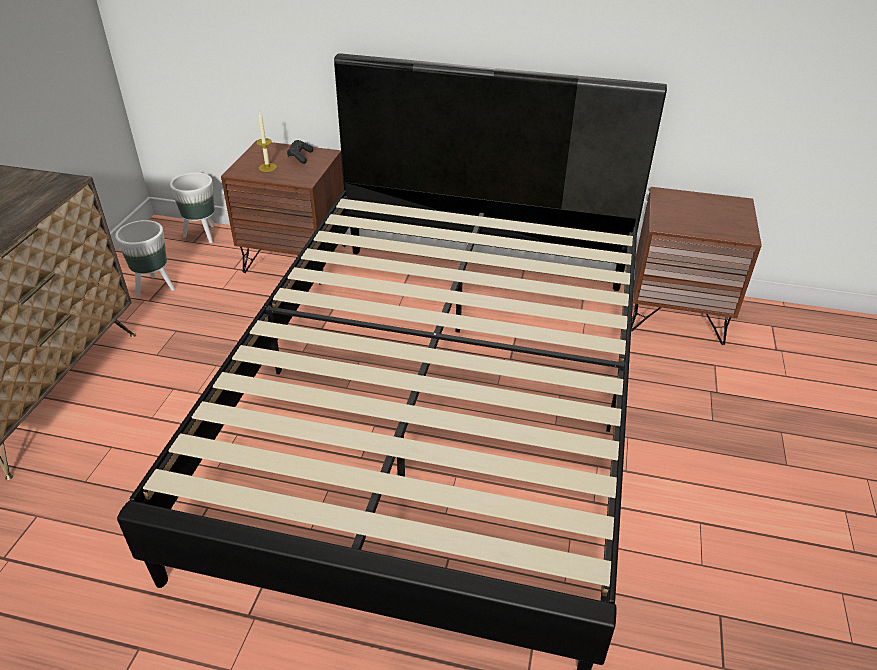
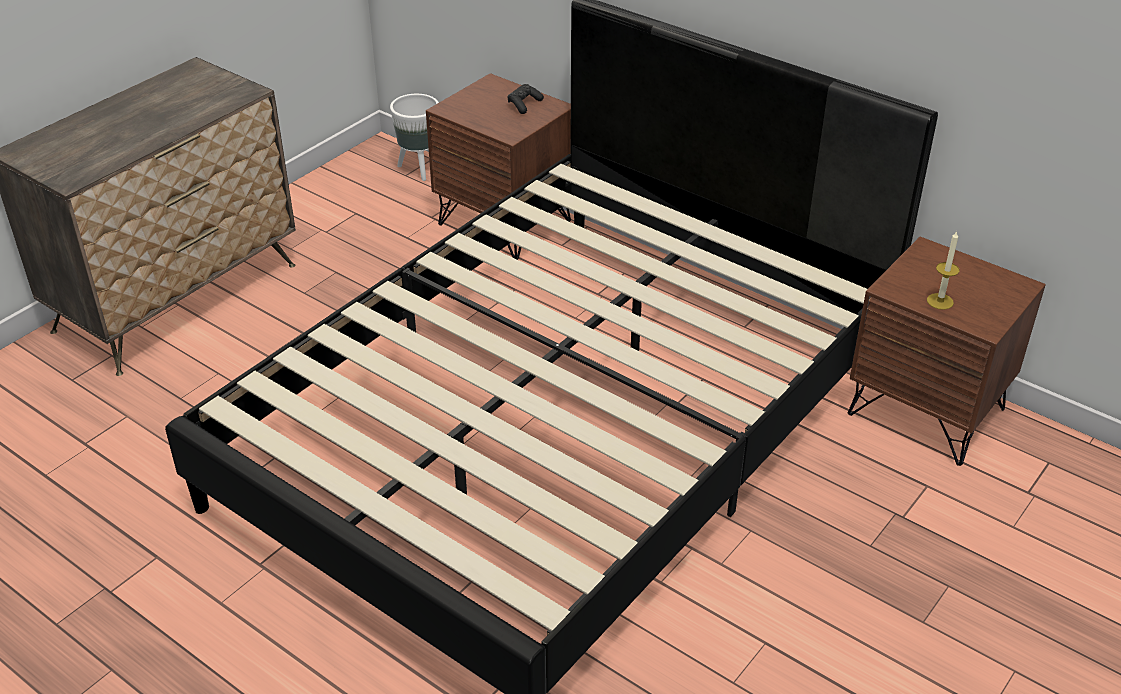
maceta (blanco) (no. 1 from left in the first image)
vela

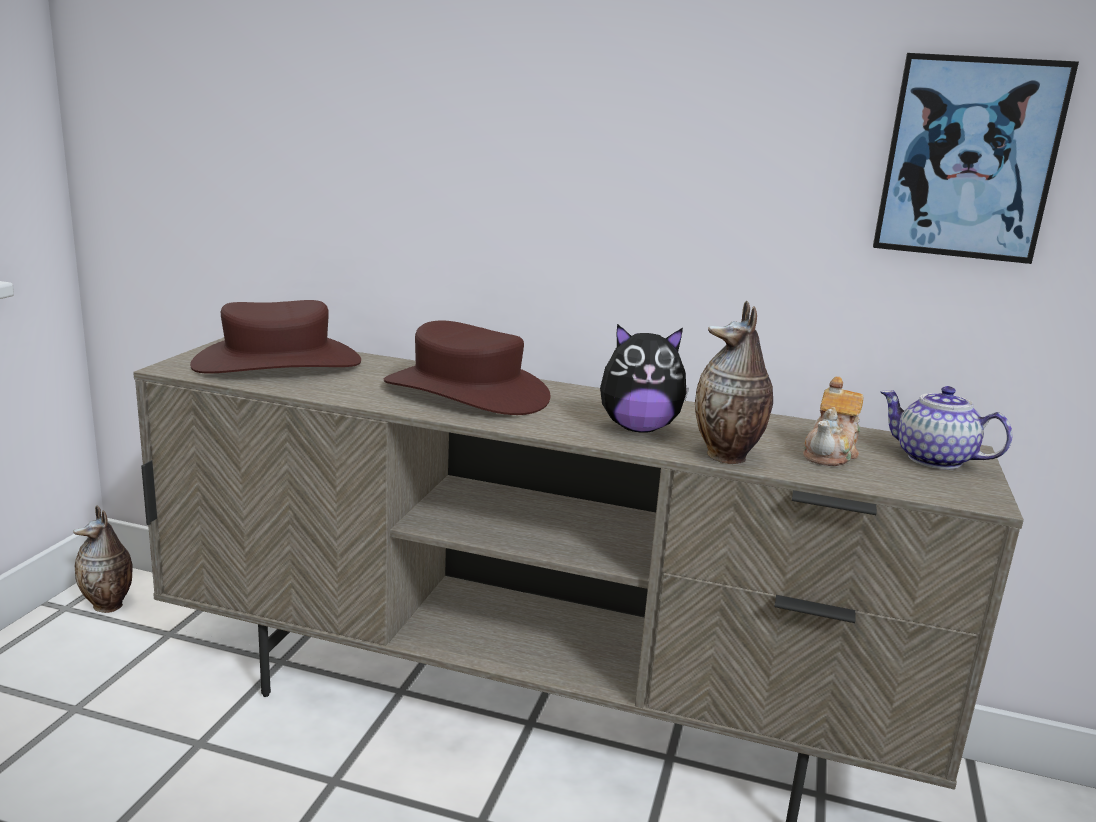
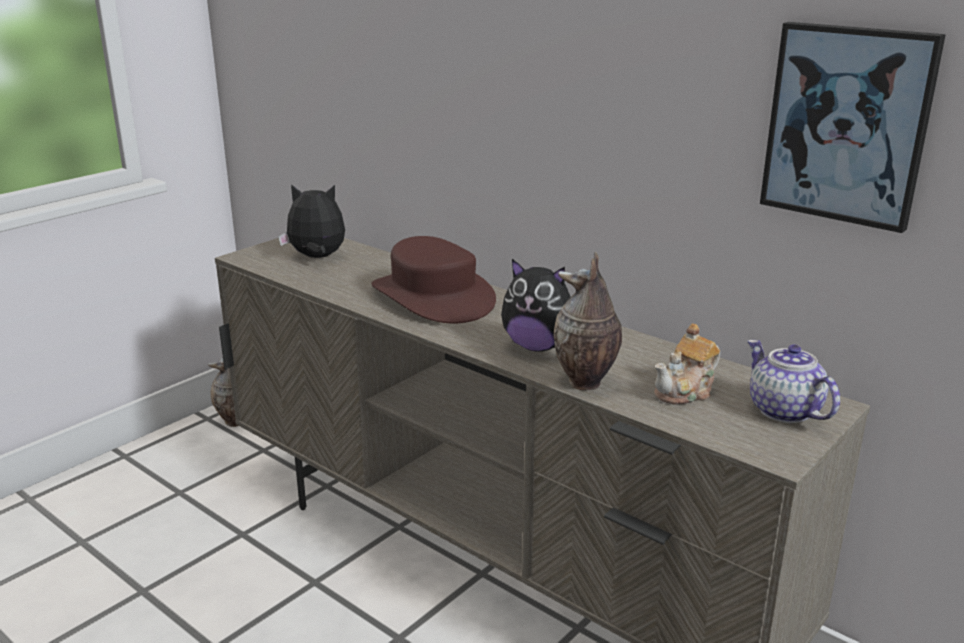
peluche (no. 1 from left)

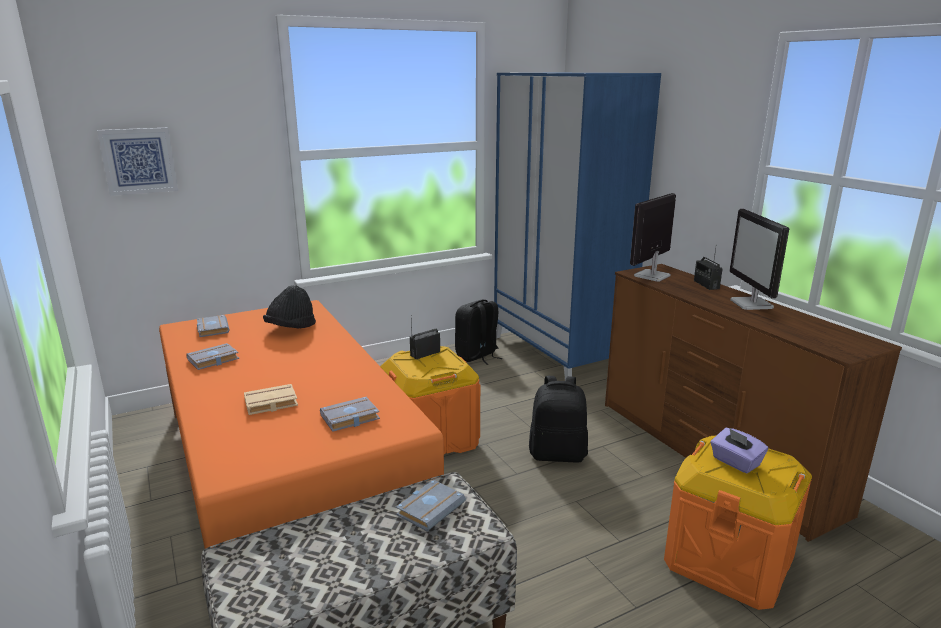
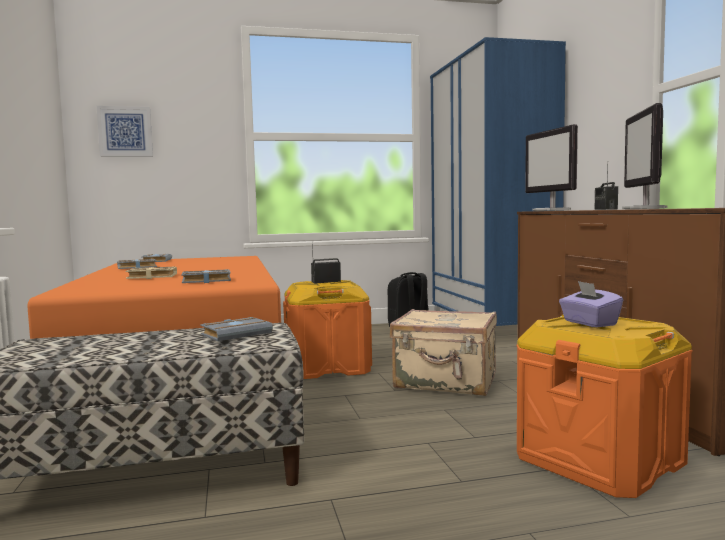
sombrero (negro)
maleta (beis)
monitor (no. 1 from left)

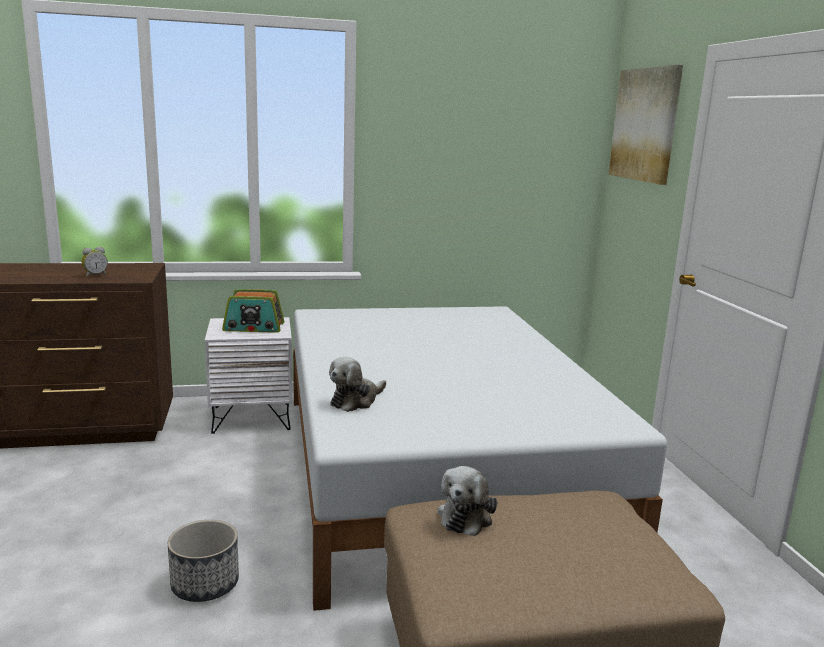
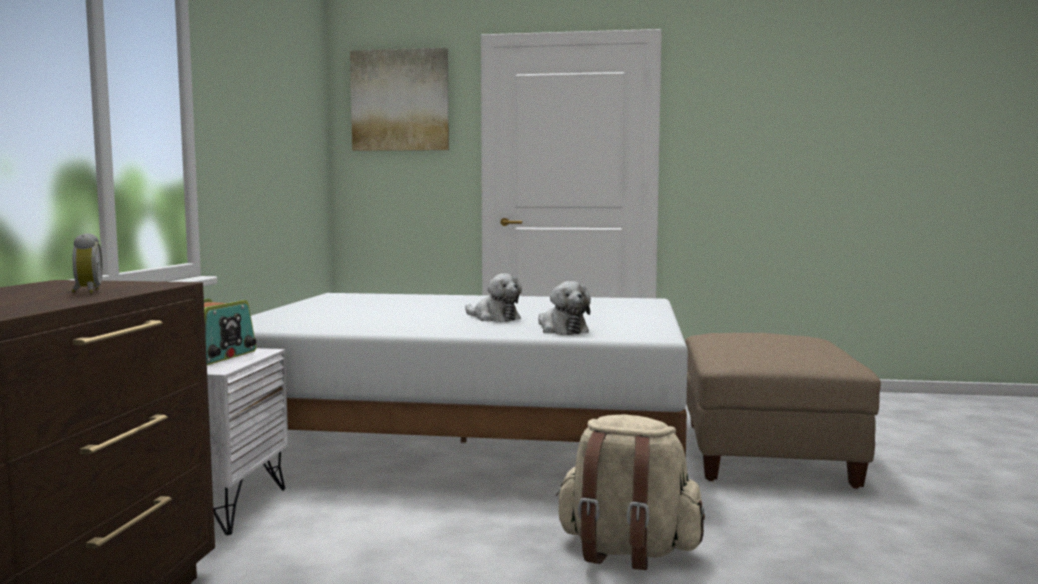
mochila (beis)
peluche (no. 1 from left)

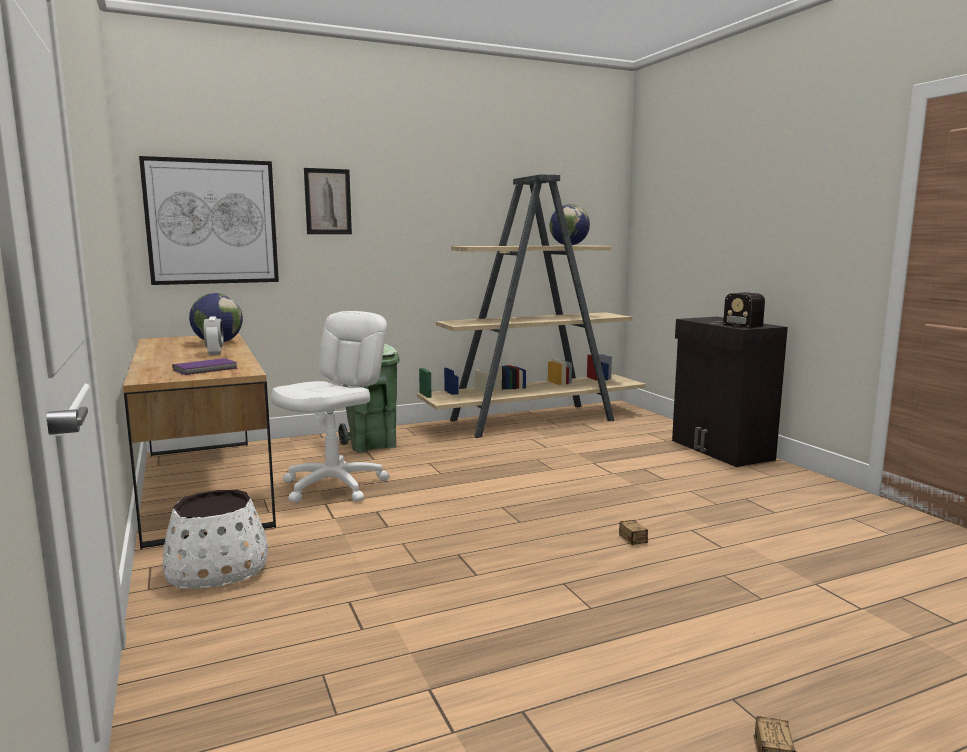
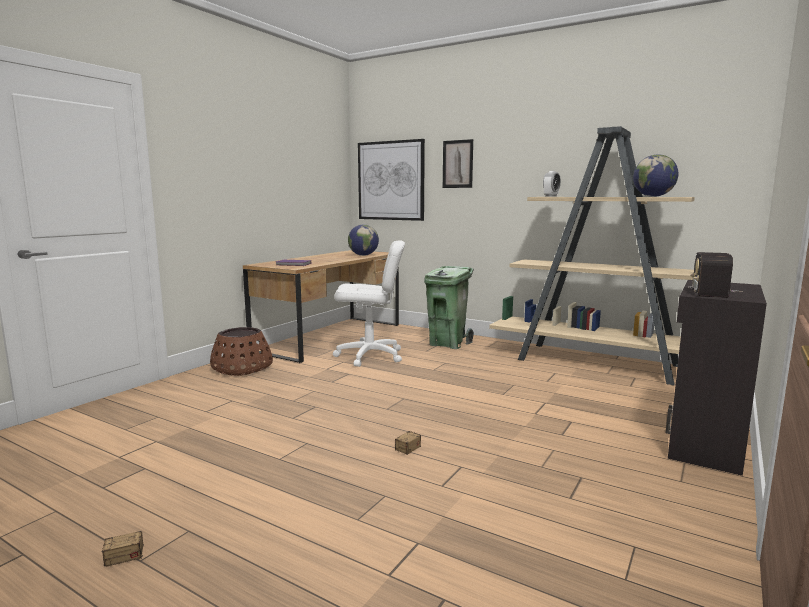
maceta (marrón)
despertador

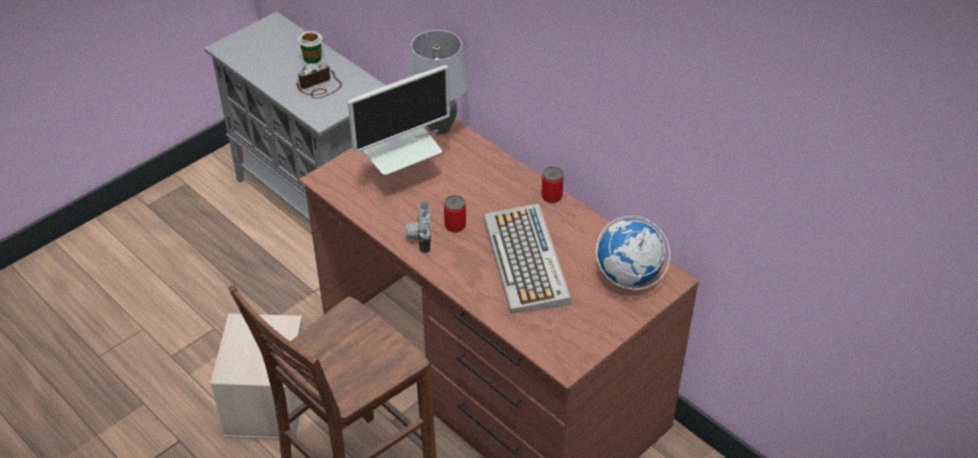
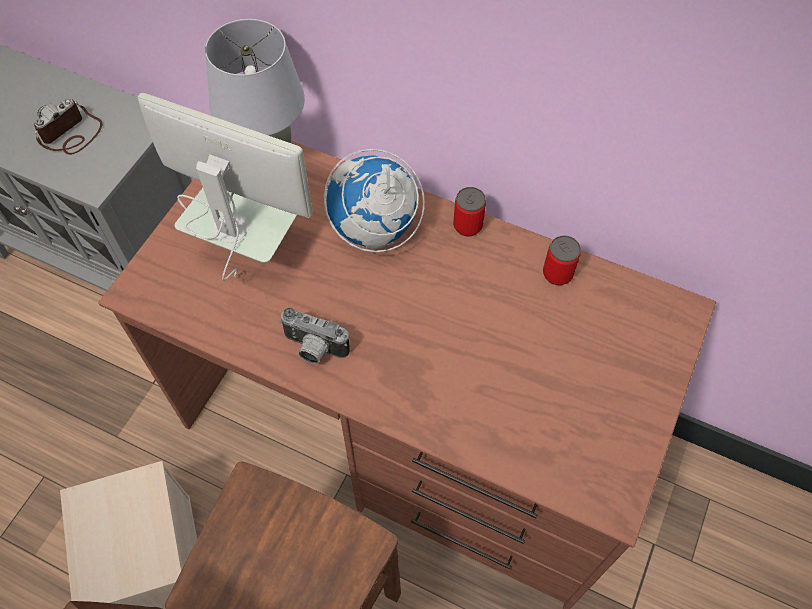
taza
monitor
cámara (no. 2 from left)
lata (no. 2 from left)
teclado
globo terráqueo

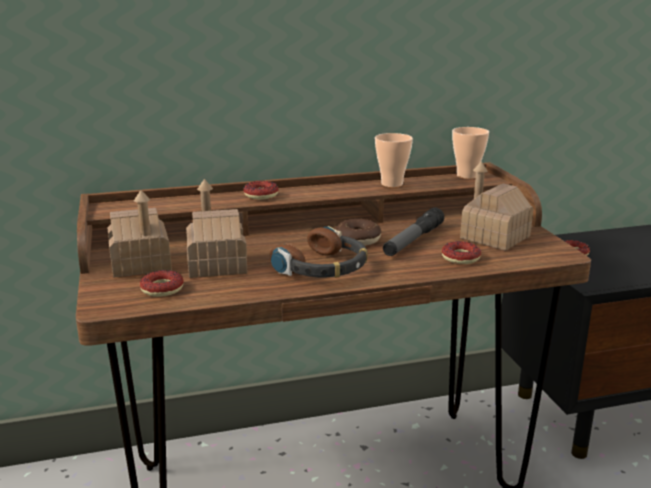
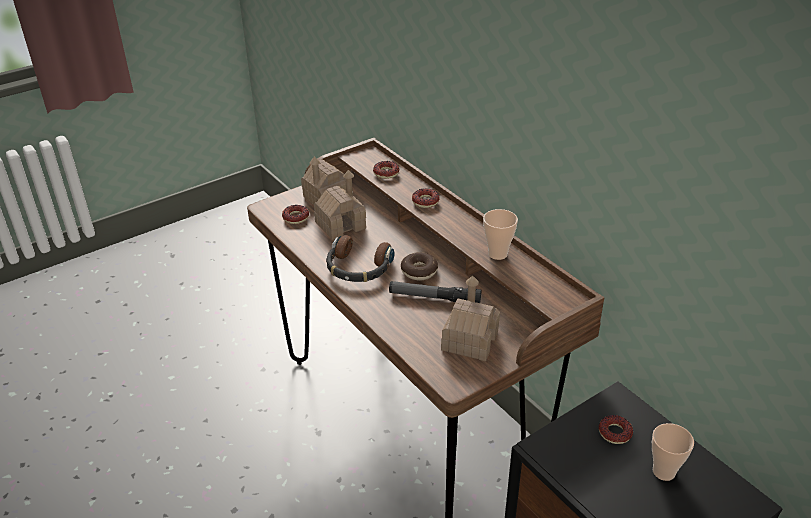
rosquilla (no. 2 from left)
taza (no. 2 from left)

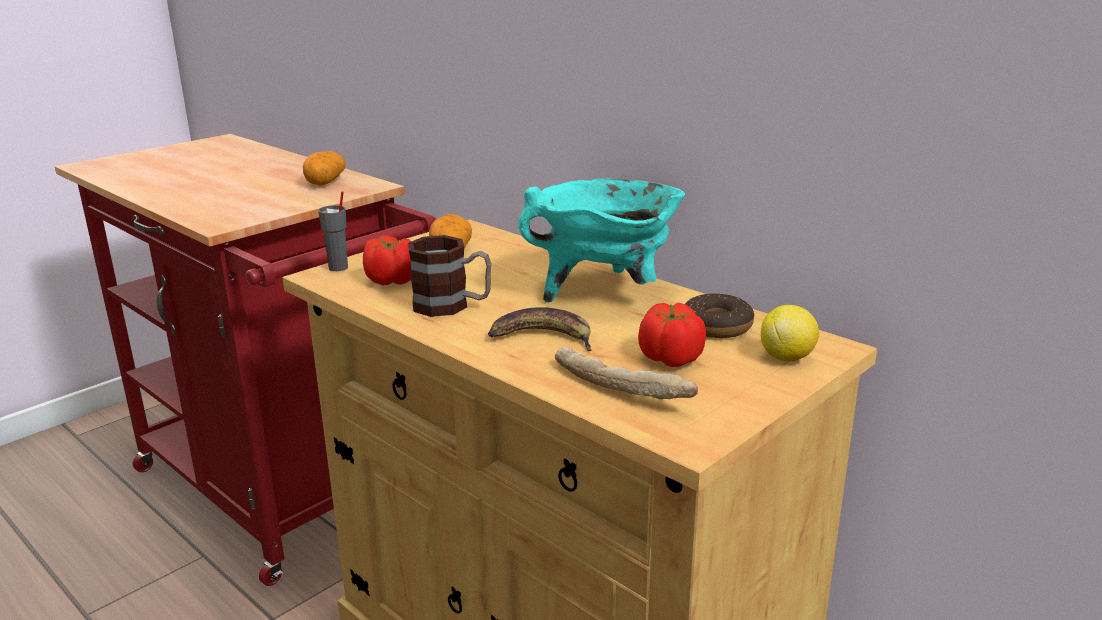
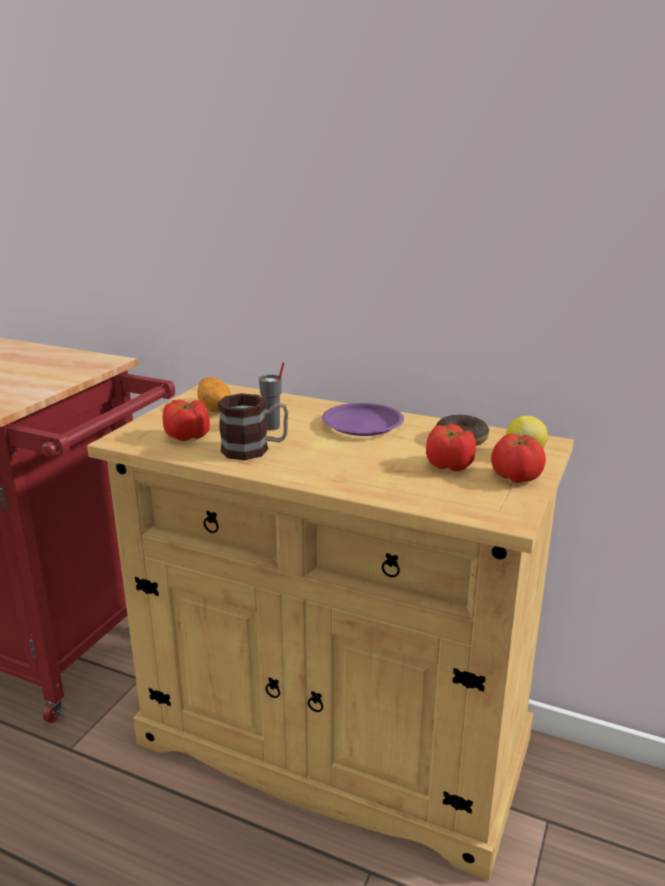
patata (no. 1 from left in the first image)
taza (gris)
plátano
plato (morado)
pan
tomate (no. 3 from left)

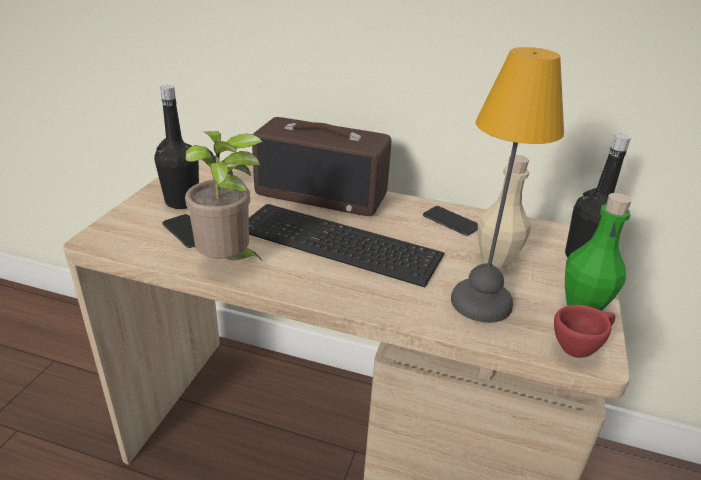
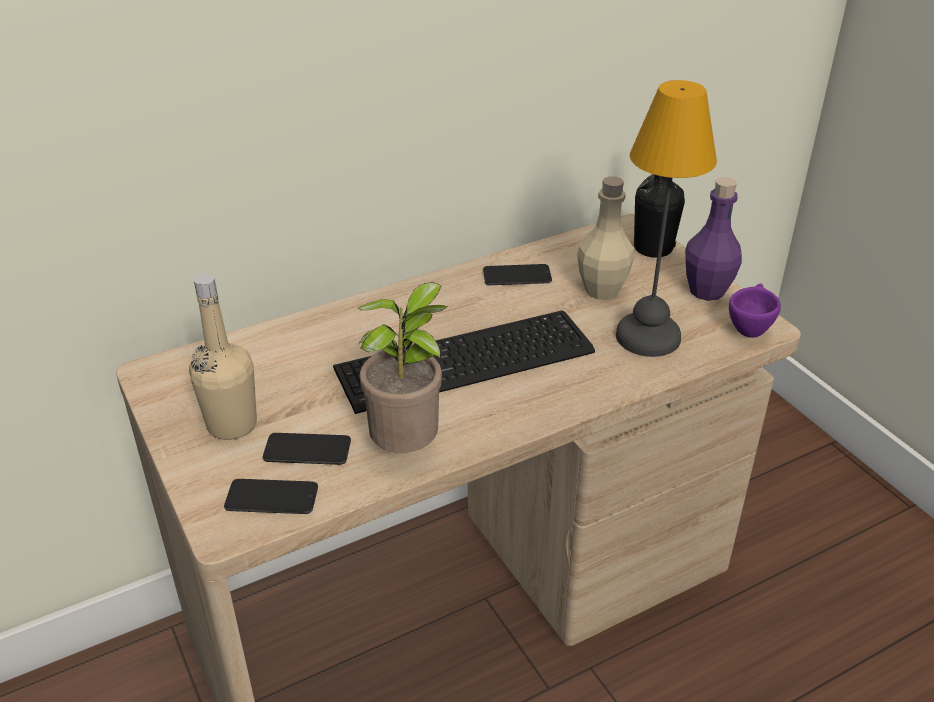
botella (beis) (no. 1 from left)
radio
taza (morado)
botella (morado)
móvil (no. 1 from left)

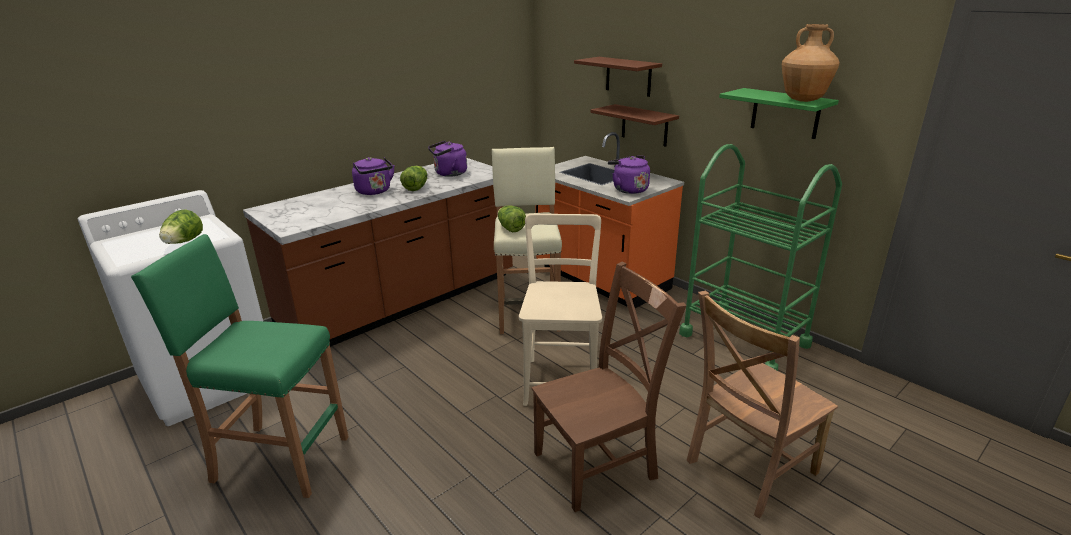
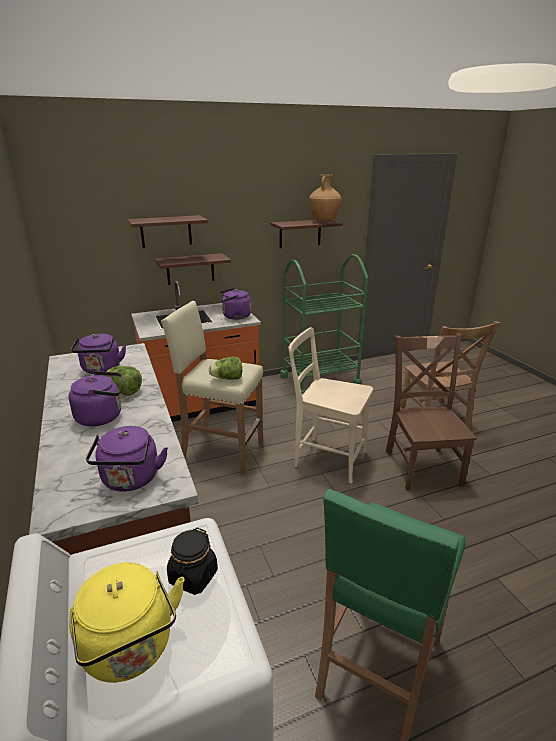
tarro (negro)
estante (marrón) (no. 3 from left)
hervidor (amarillo)
hervidor (morado) (no. 3 from left)

